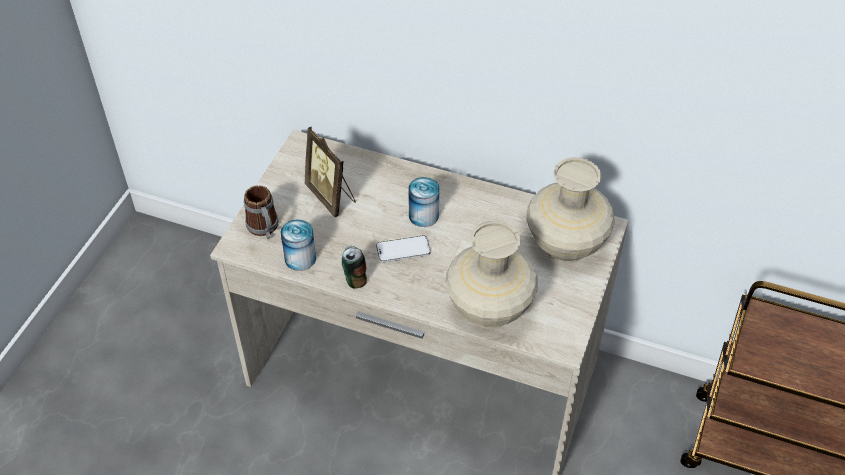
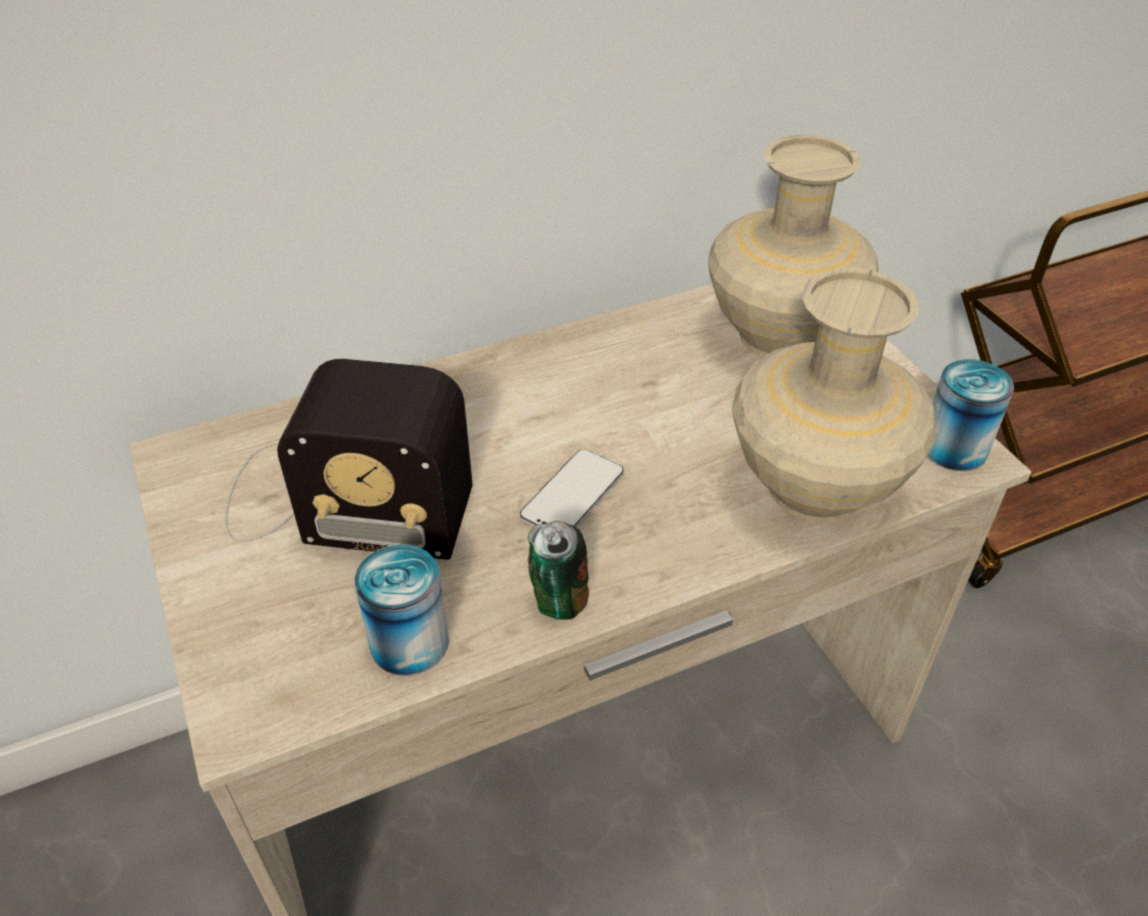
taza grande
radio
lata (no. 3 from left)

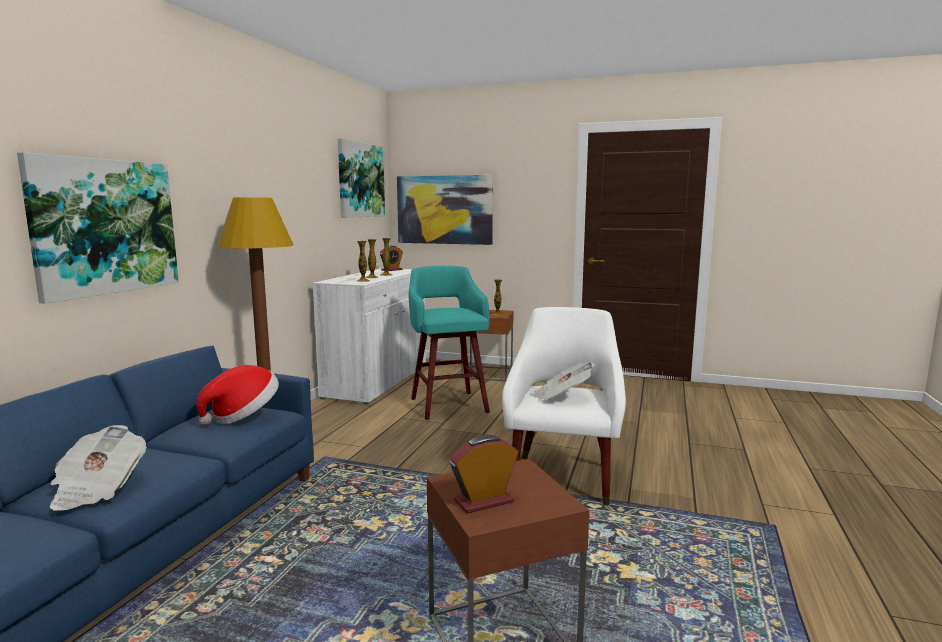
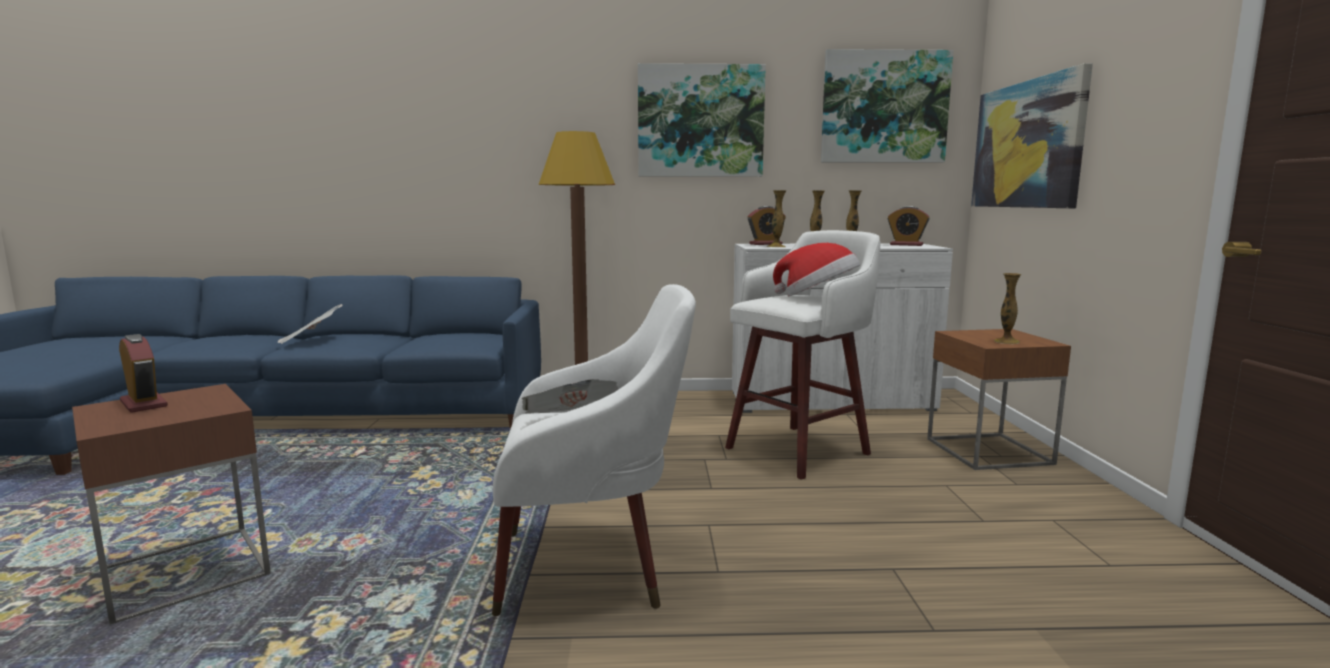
cuadro (no. 1 from left)
sombrero
taburete (blanco)
despertador (no. 2 from left)

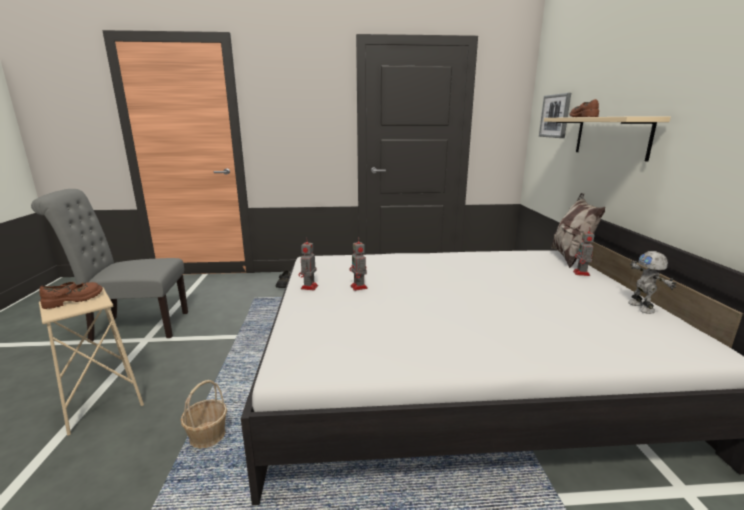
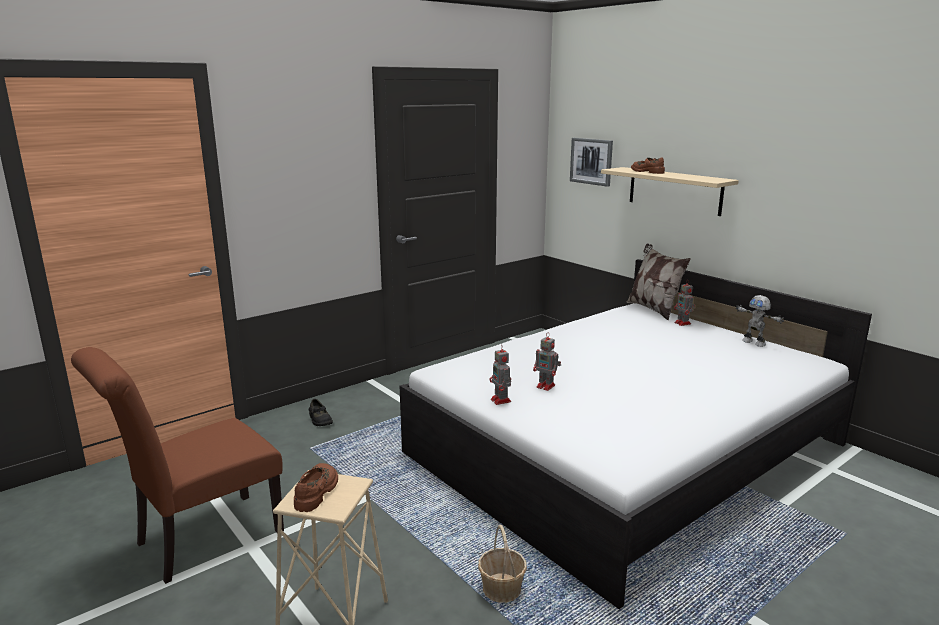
silla (marrón)

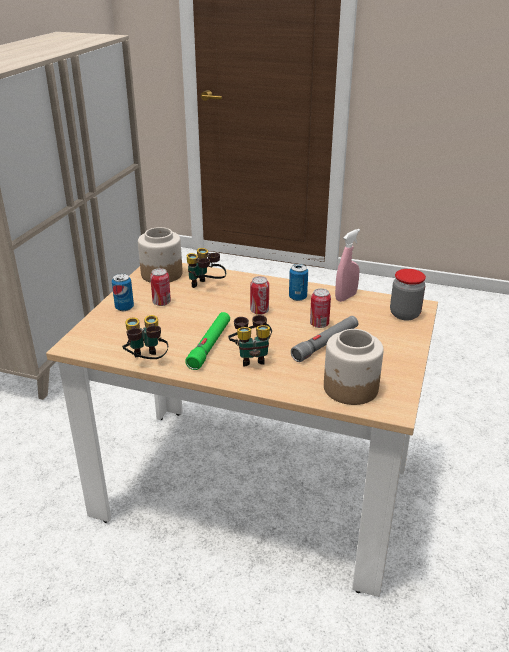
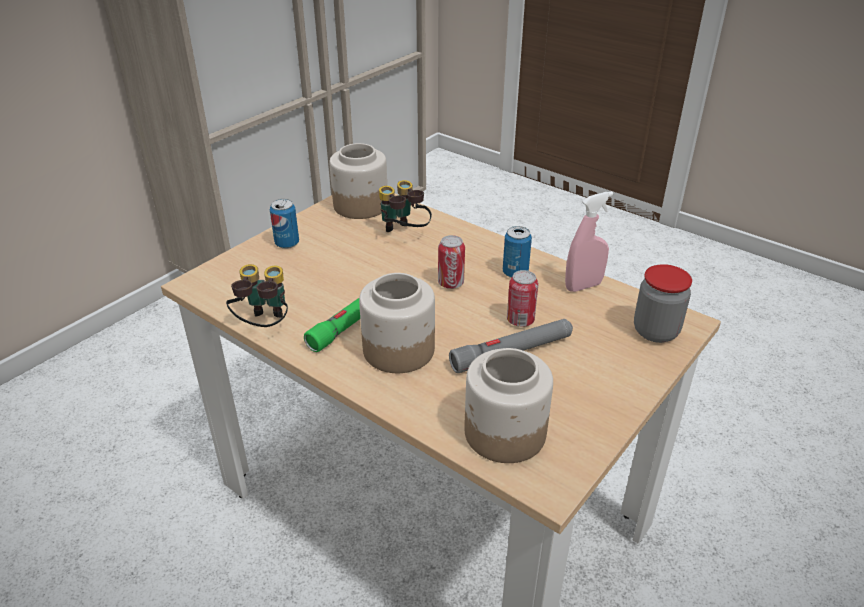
lata (no. 2 from left in the first image)
tarro (no. 2 from left)

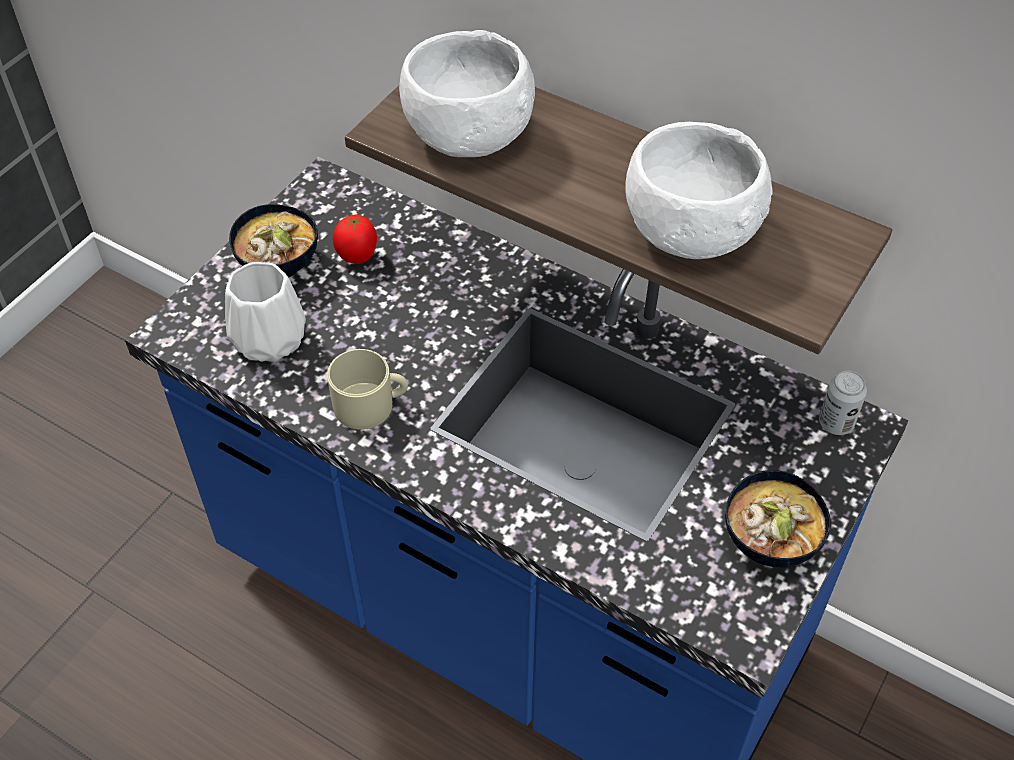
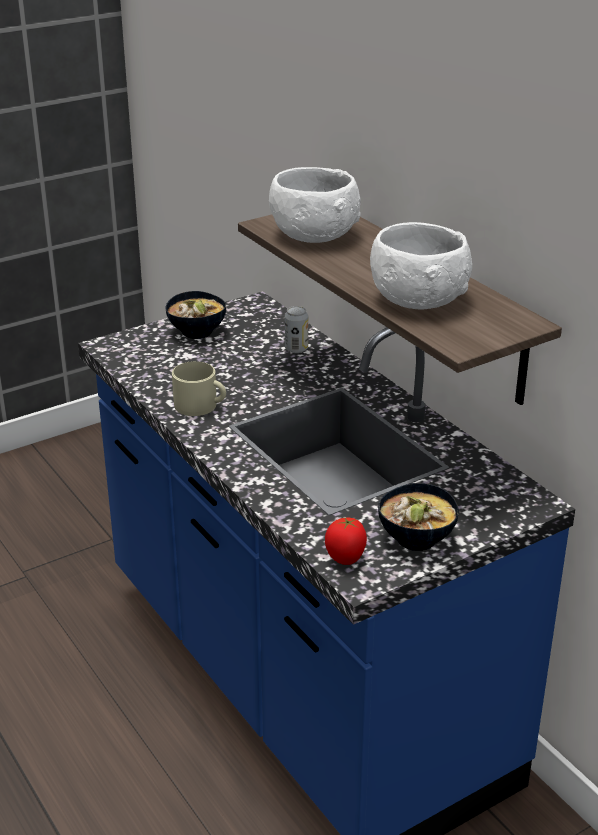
florero (blanco)
tomate
lata

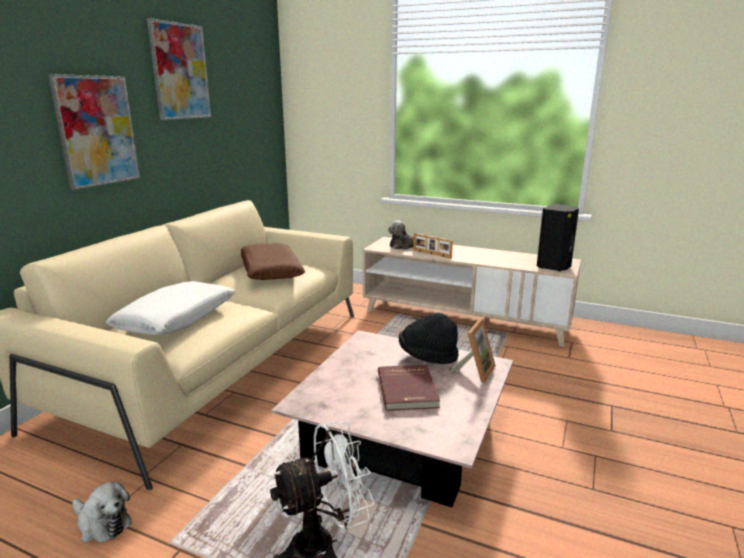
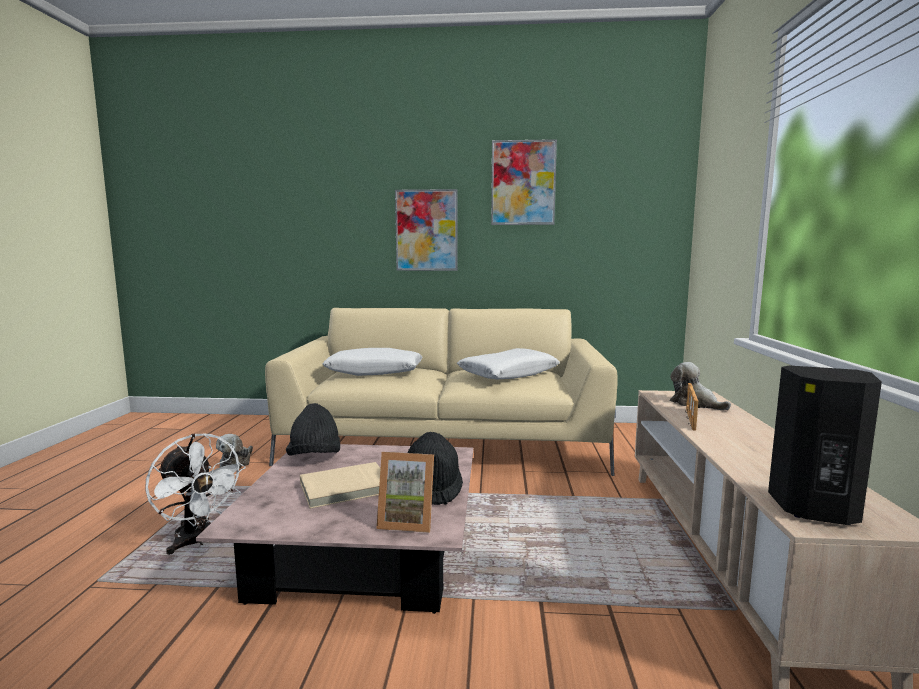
cojín (blanco) (no. 2 from left)
libro (beis)
sombrero (negro) (no. 1 from left)

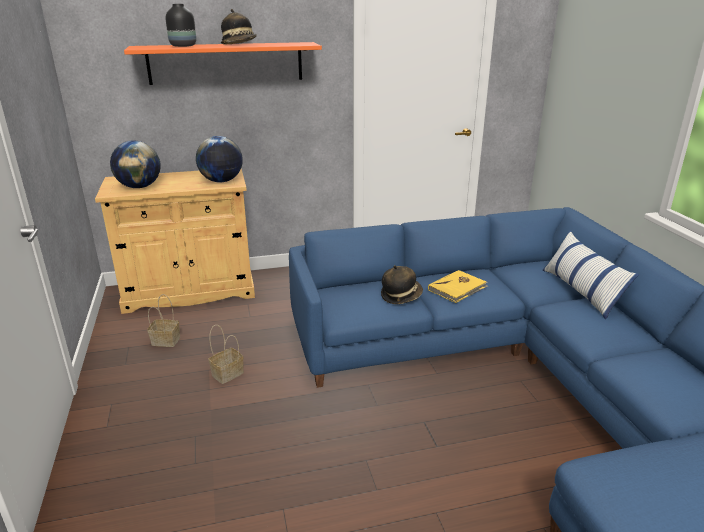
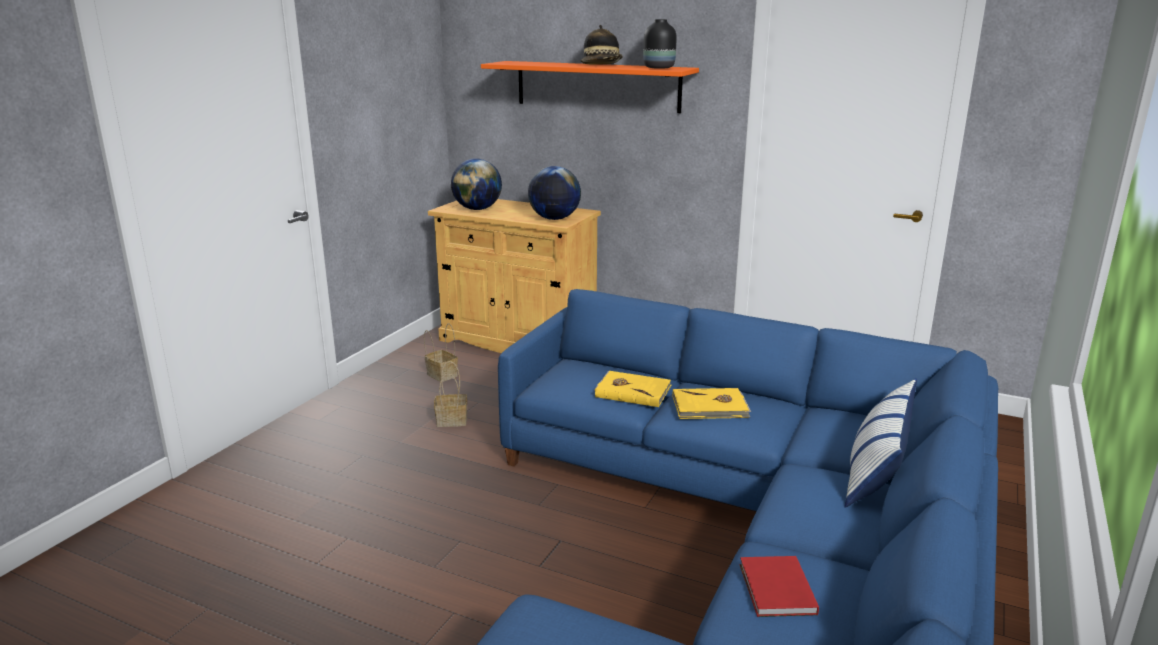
florero (negro)
libro (amarillo) (no. 1 from left)
libro (rojo)

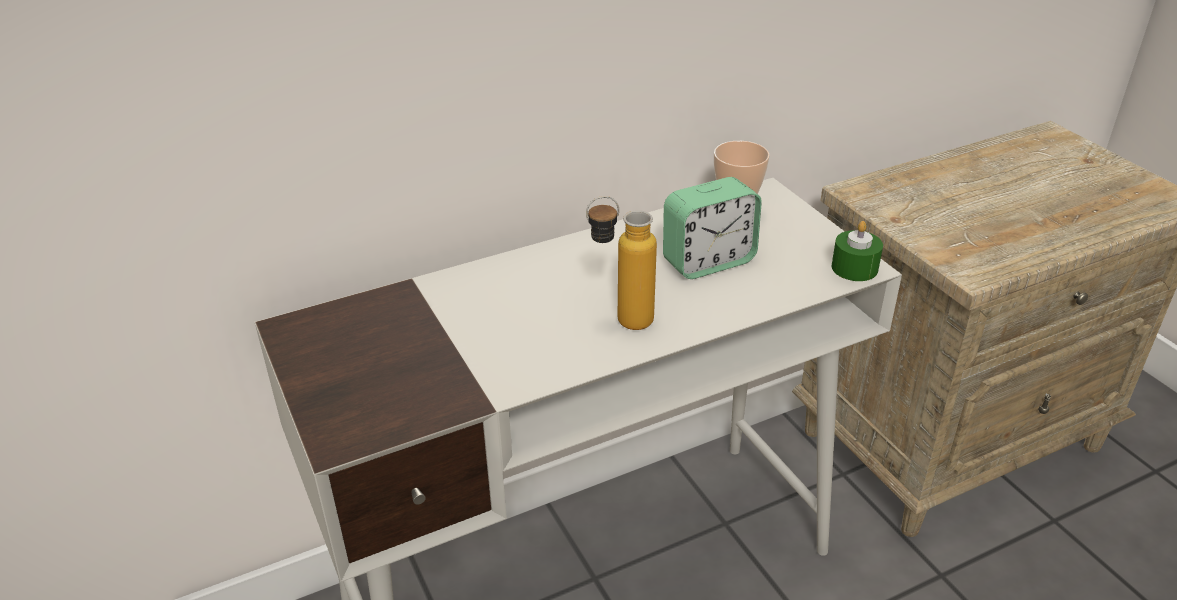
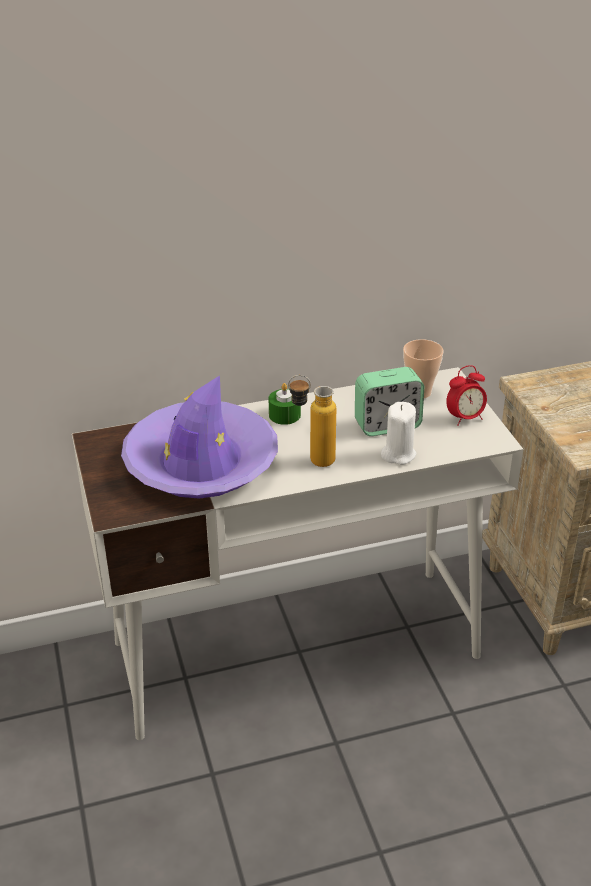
vela (verde)
sombrero (morado)
vela (blanco)
despertador (no. 2 from left)

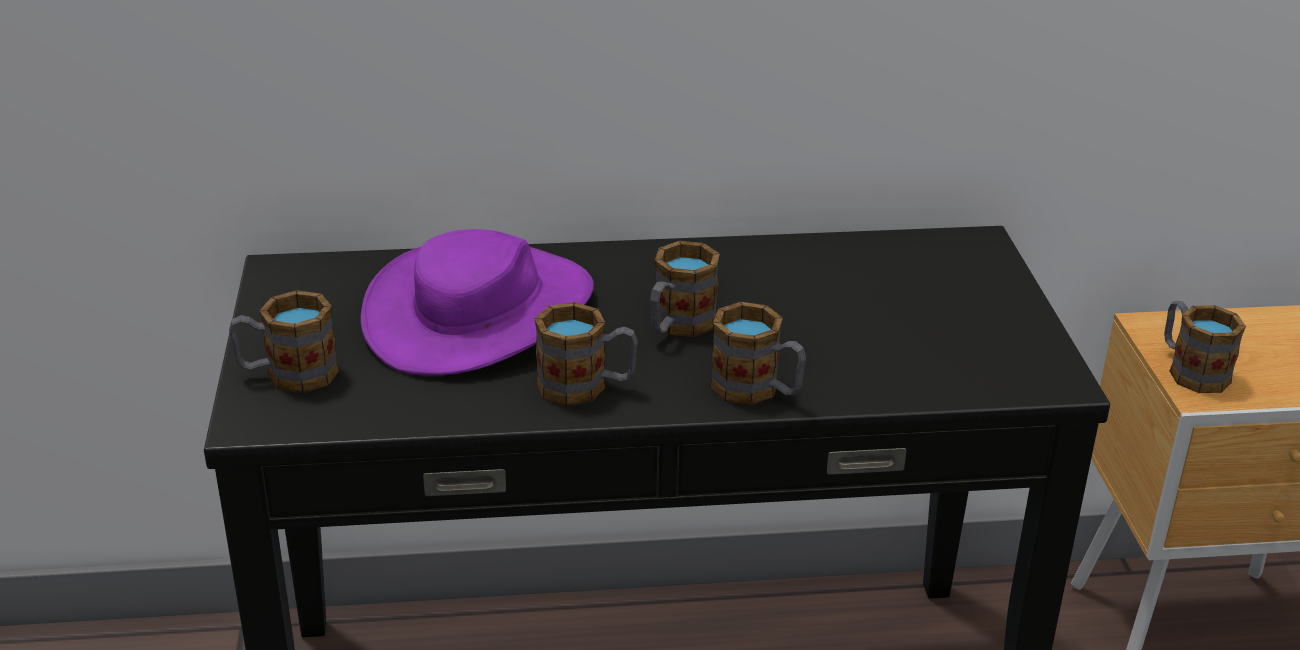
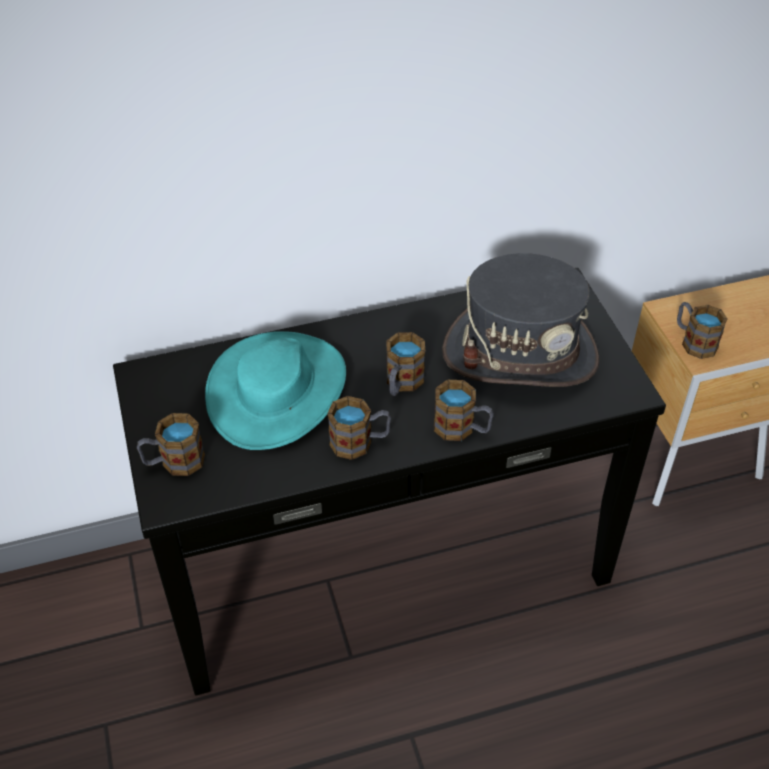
sombrero (turquesa)
sombrero (gris)

